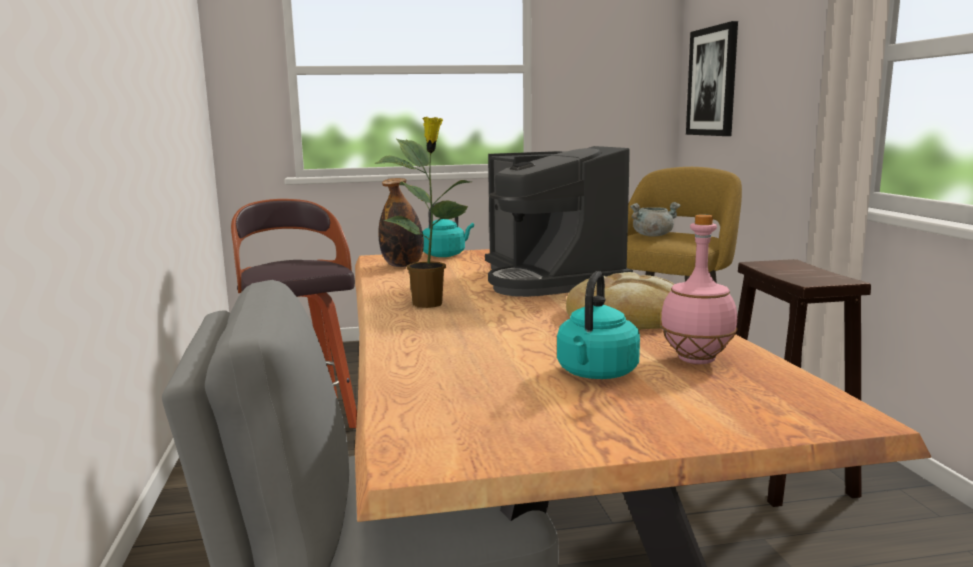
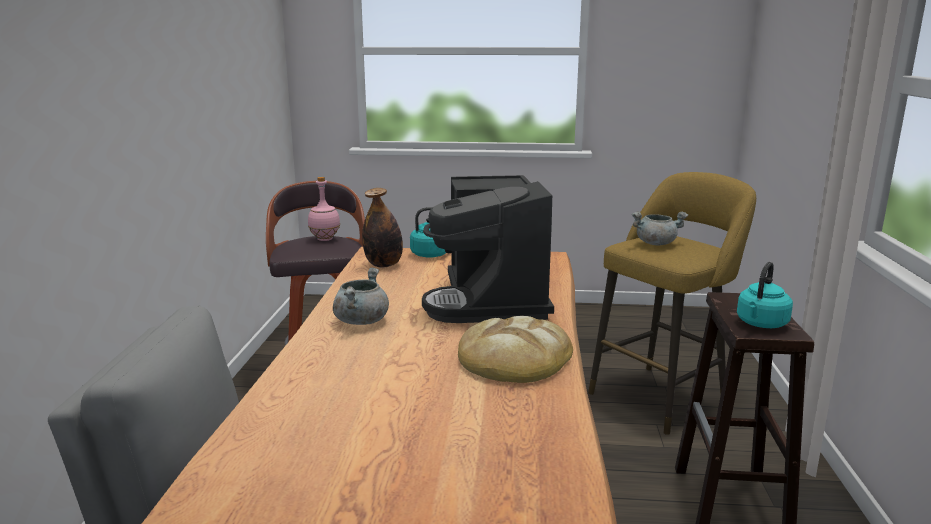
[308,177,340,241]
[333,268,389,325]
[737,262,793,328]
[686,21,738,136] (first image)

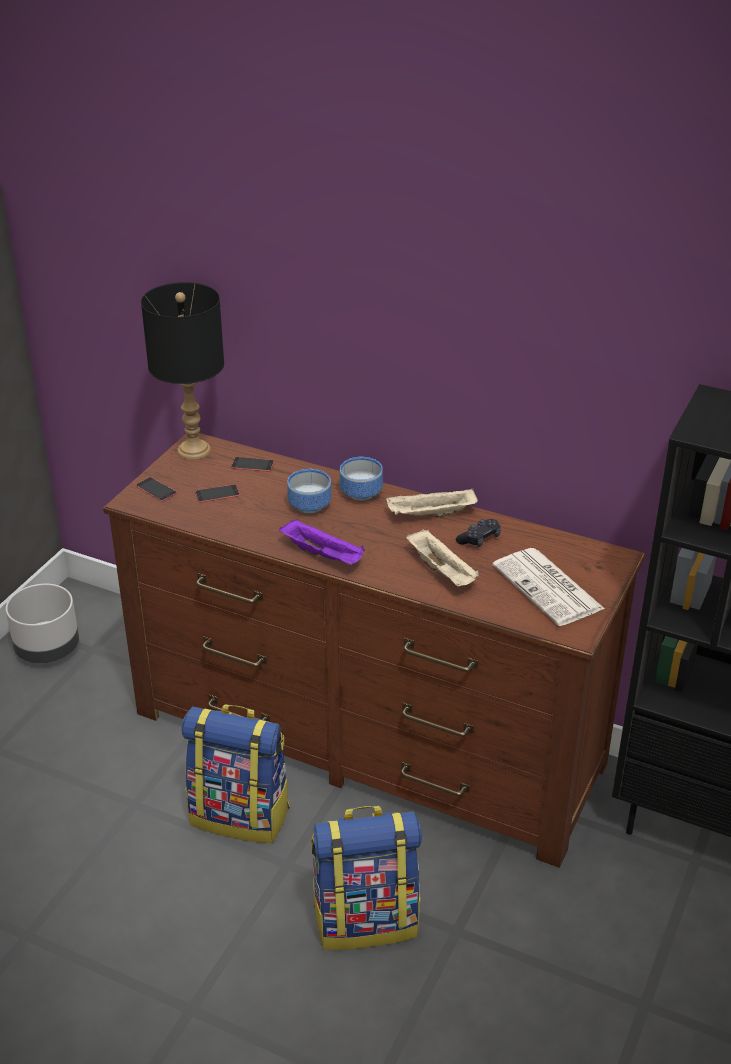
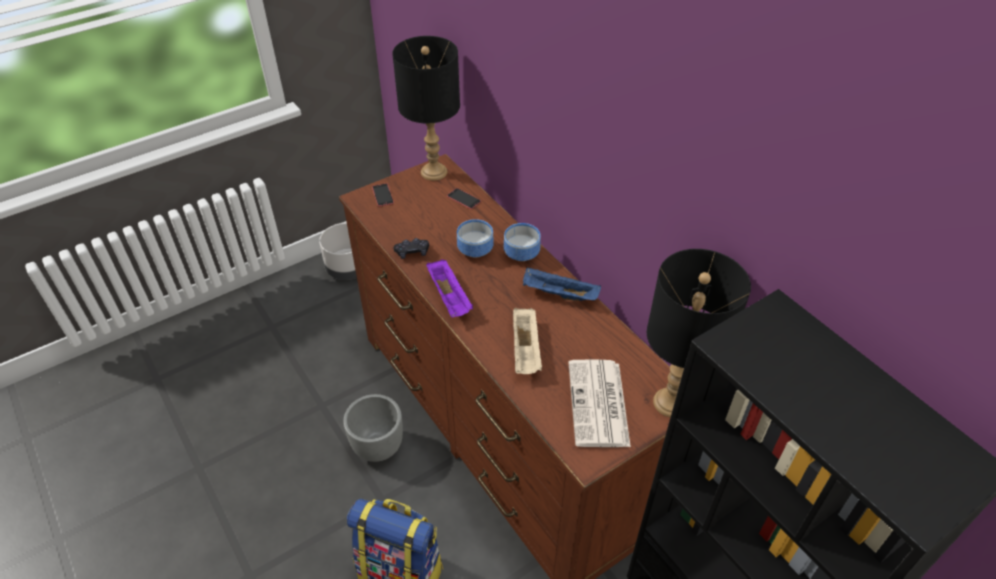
[343,394,403,462]
[394,238,429,259]
[523,267,601,301]
[647,249,751,417]
[195,484,240,503] (first image)

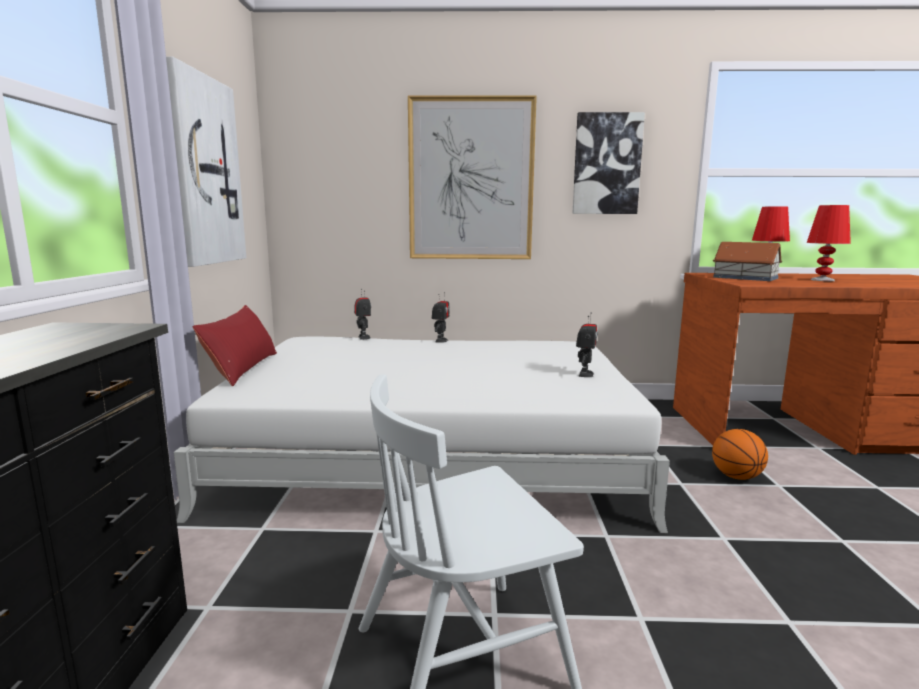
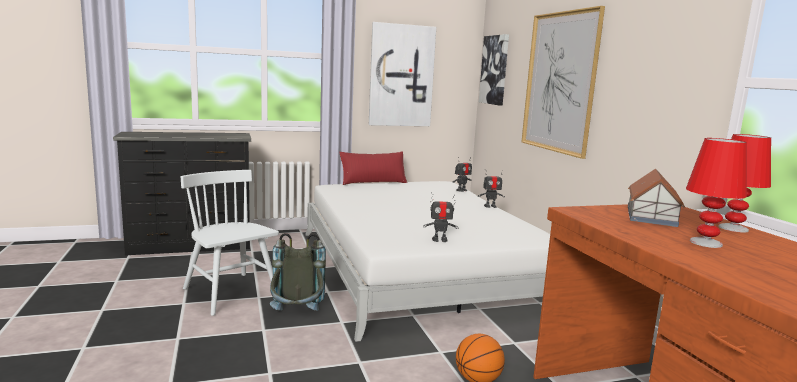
[270,233,326,311]
[479,34,509,106]

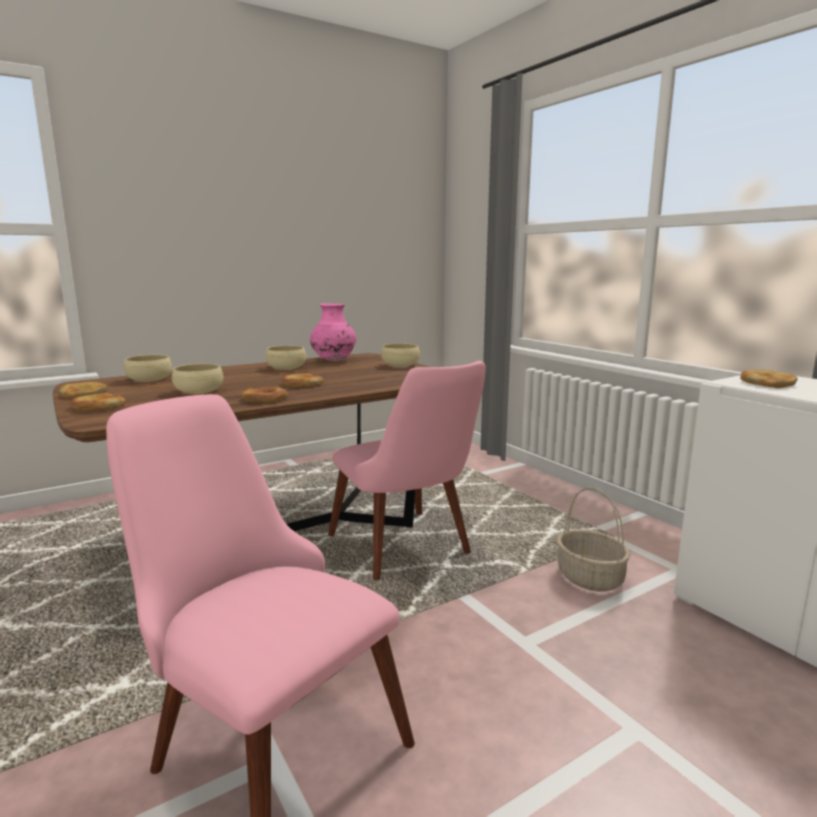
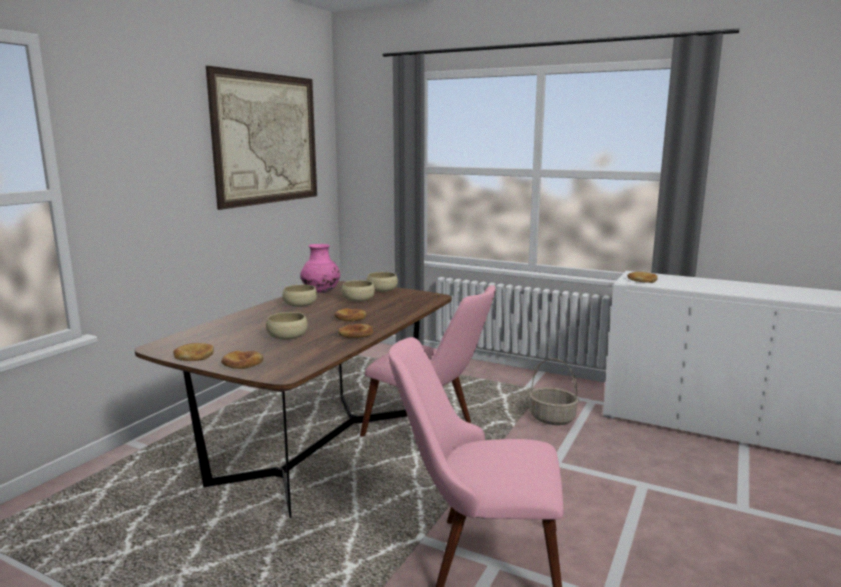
[206,66,317,210]
[342,280,375,302]

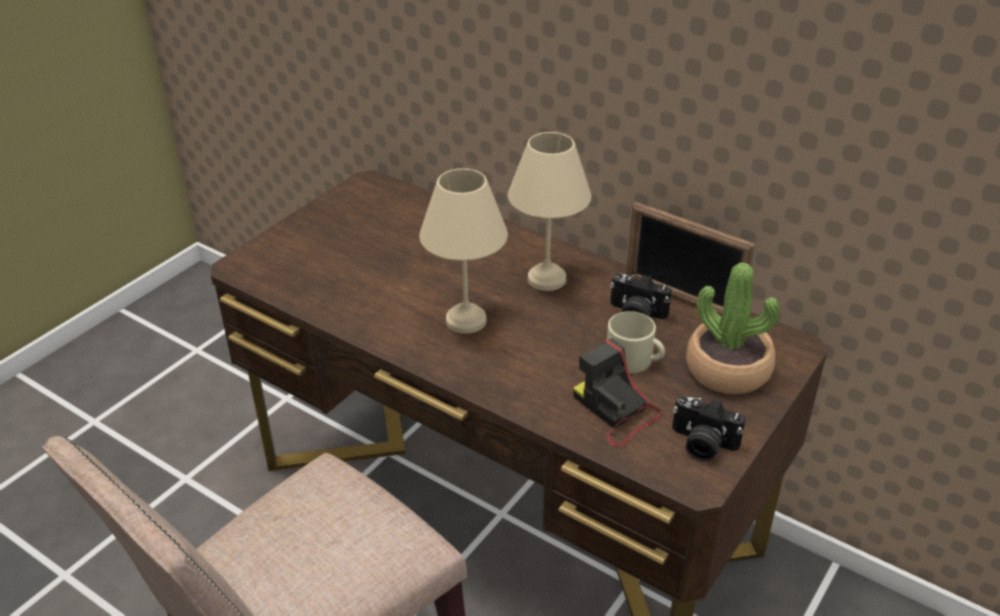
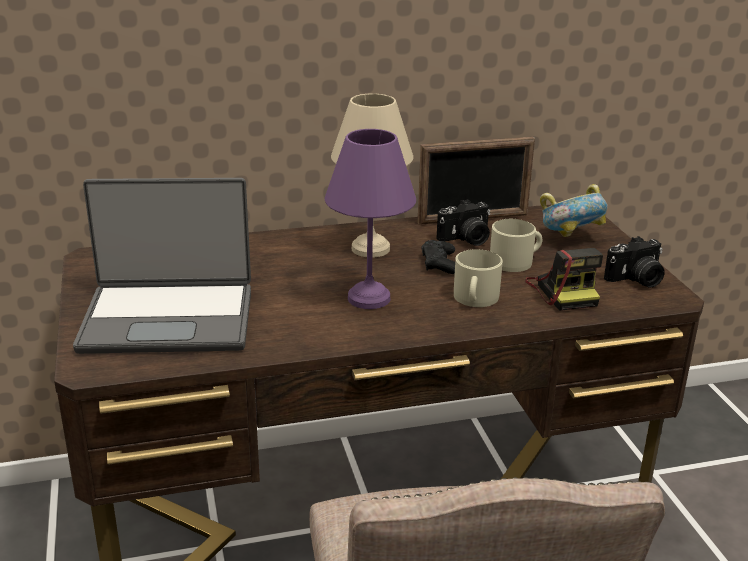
[73,178,251,354]
[325,129,416,309]
[421,240,455,274]
[454,249,503,307]
[525,248,603,311]
[540,184,608,237]

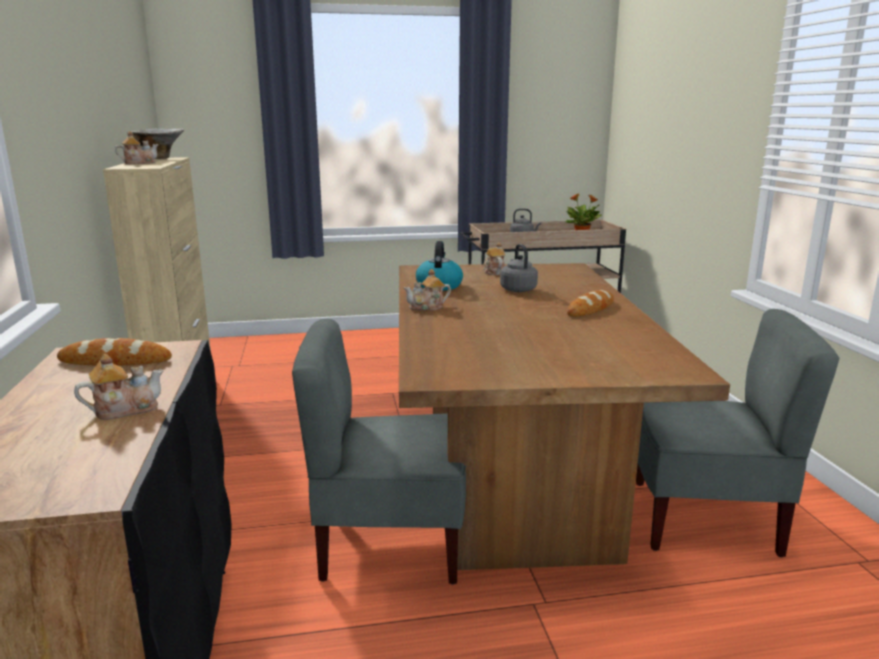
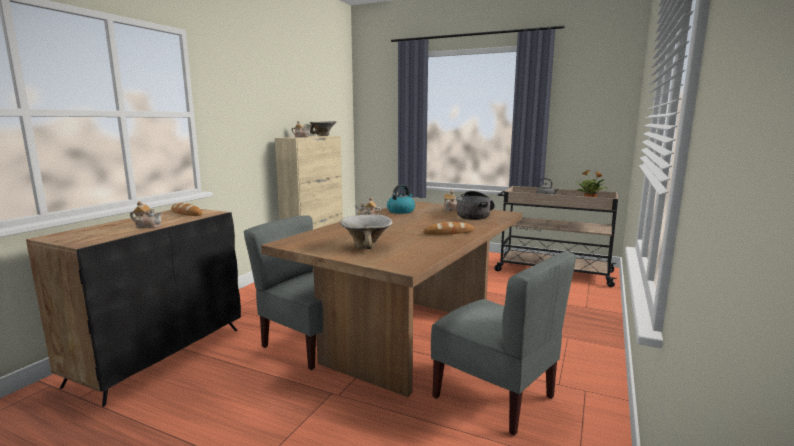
[340,214,392,249]
[456,191,495,220]
[500,244,538,292] (first image)

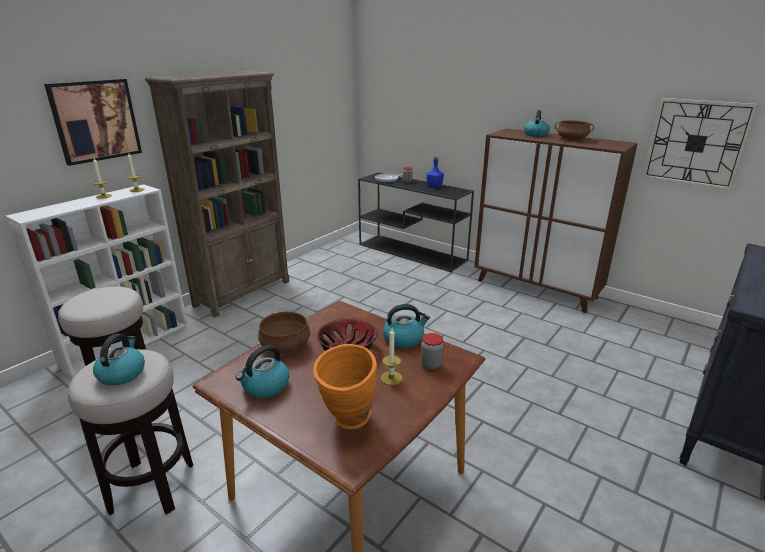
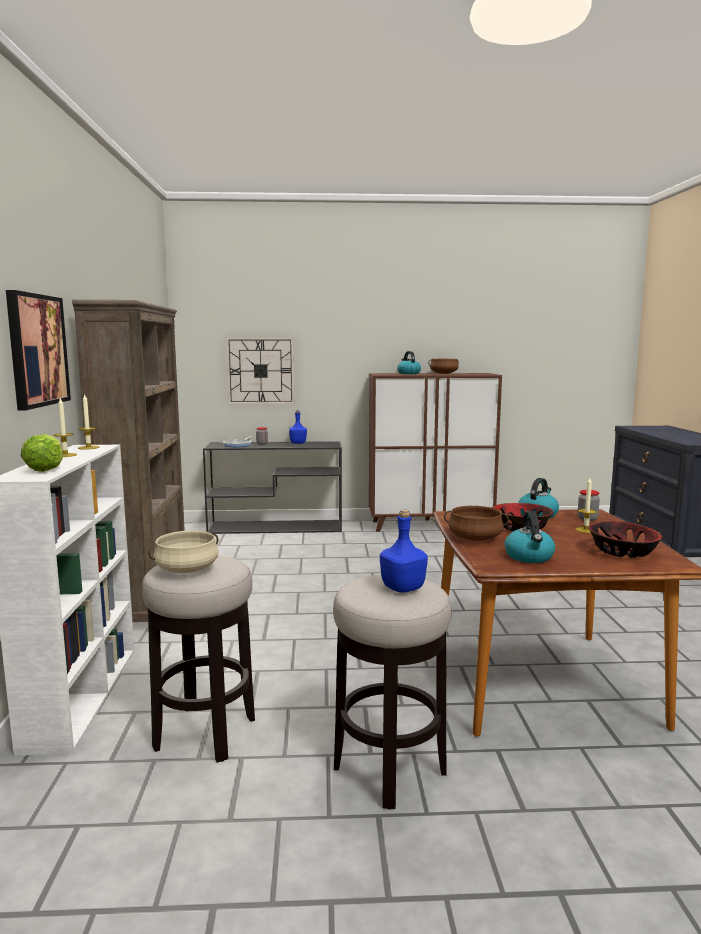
[21,434,63,472]
[148,530,218,573]
[226,337,295,405]
[380,510,428,592]
[588,521,663,558]

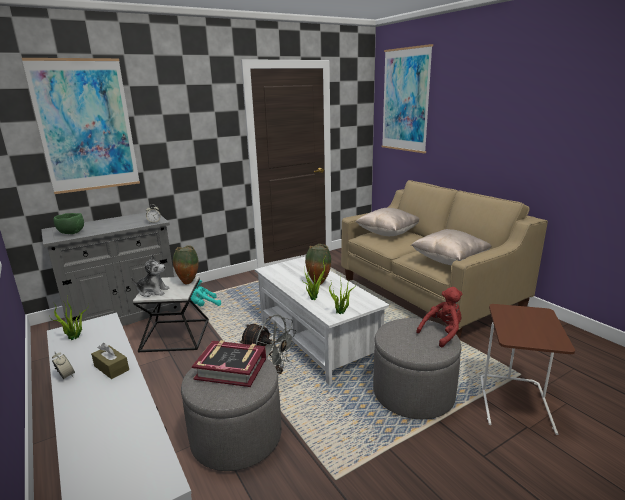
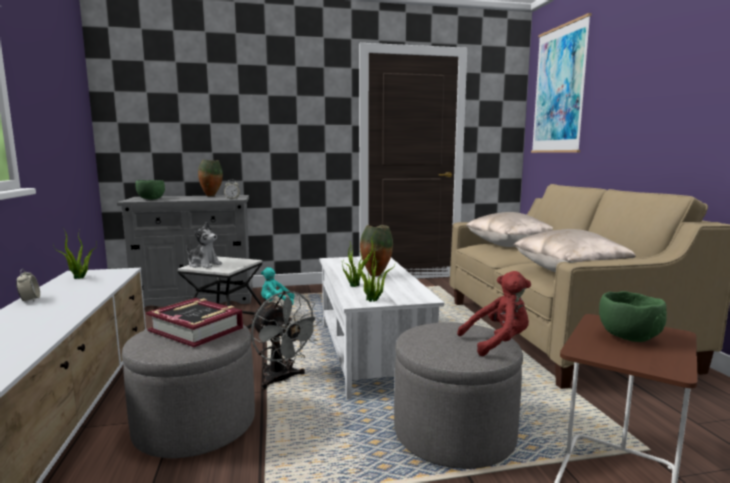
[198,160,223,196]
[599,291,667,342]
[22,58,140,194] (first image)
[91,343,129,379] (first image)

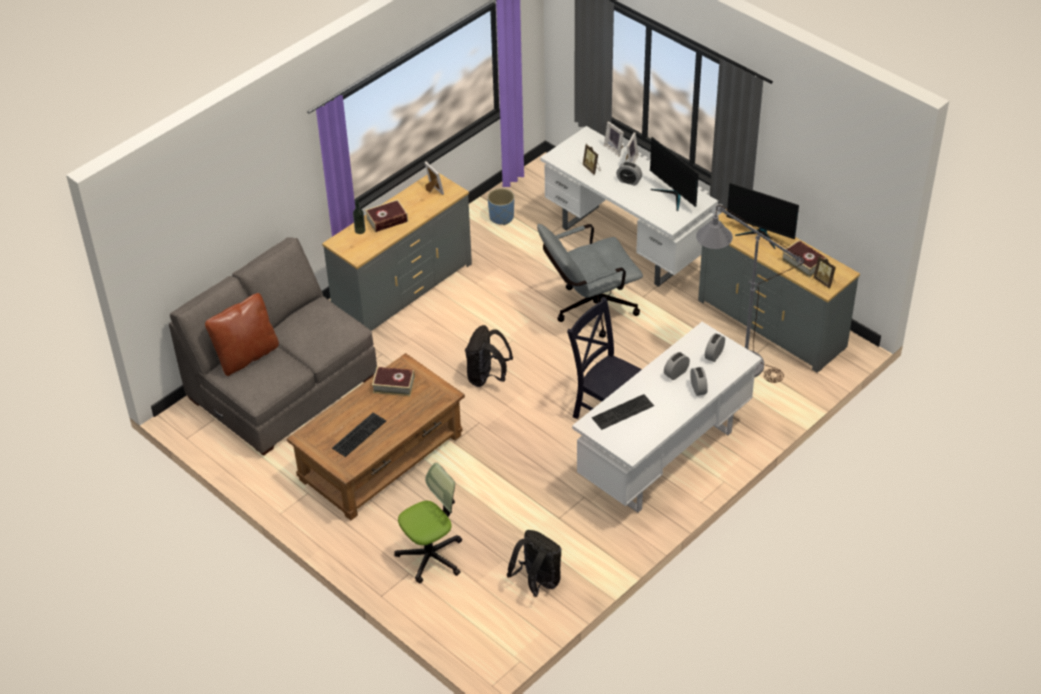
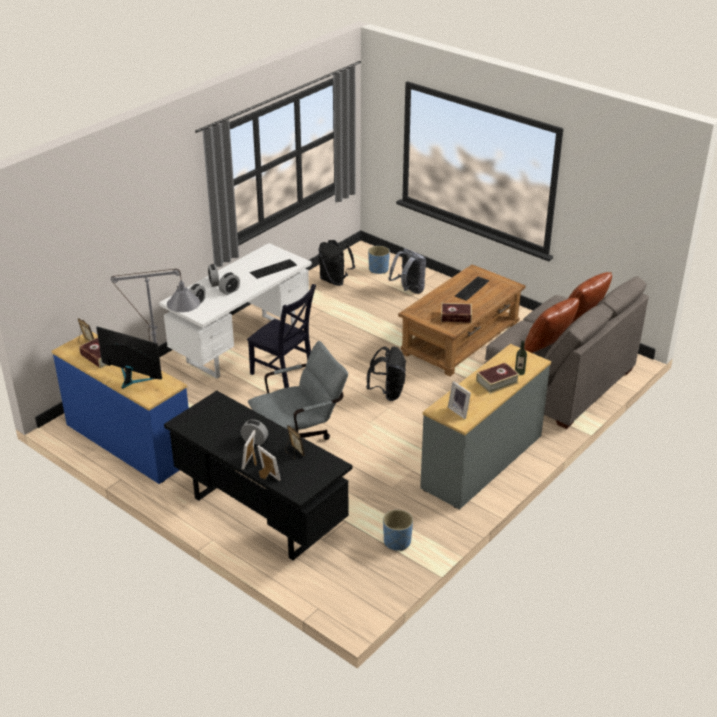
[52,332,189,484]
[164,391,352,561]
[368,246,390,274]
[388,248,426,294]
[524,298,579,353]
[650,137,699,211] (first image)

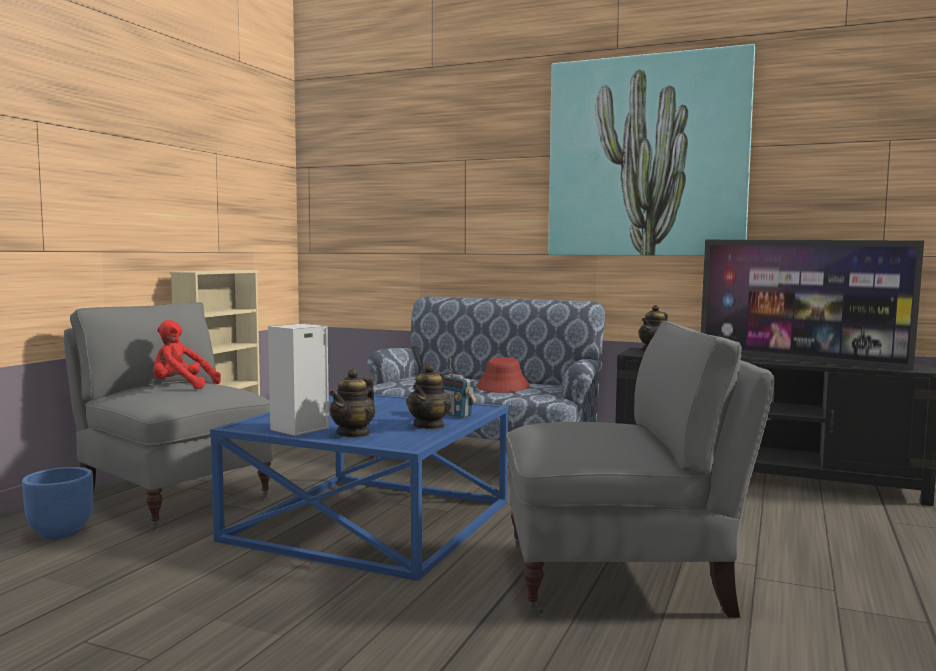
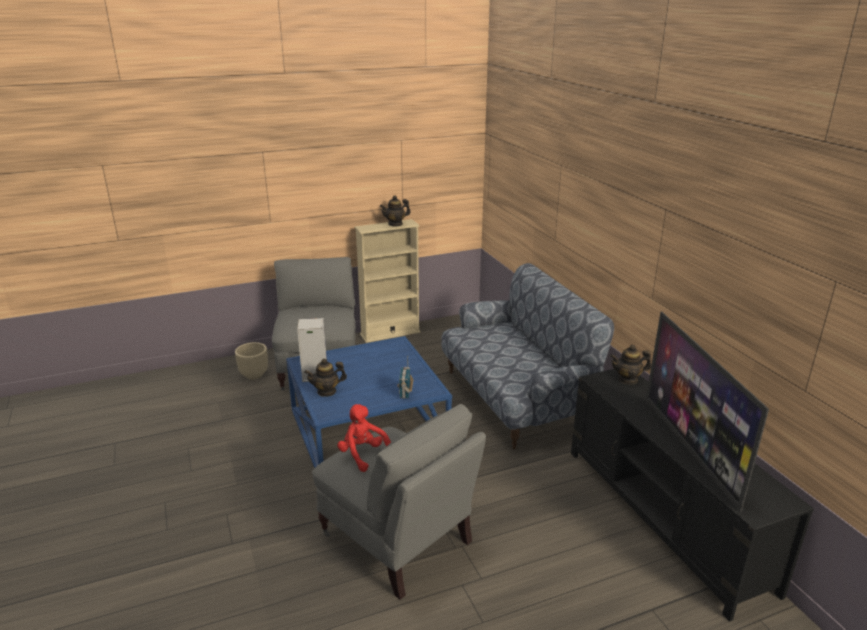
[235,342,268,380]
[337,404,391,472]
[380,195,411,226]
[476,357,530,393] (first image)
[548,44,755,256] (first image)

